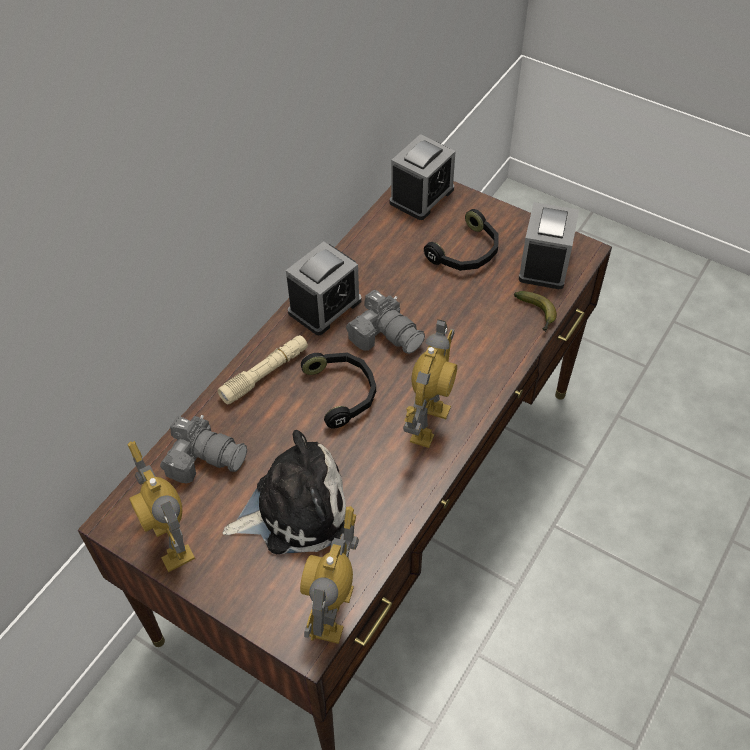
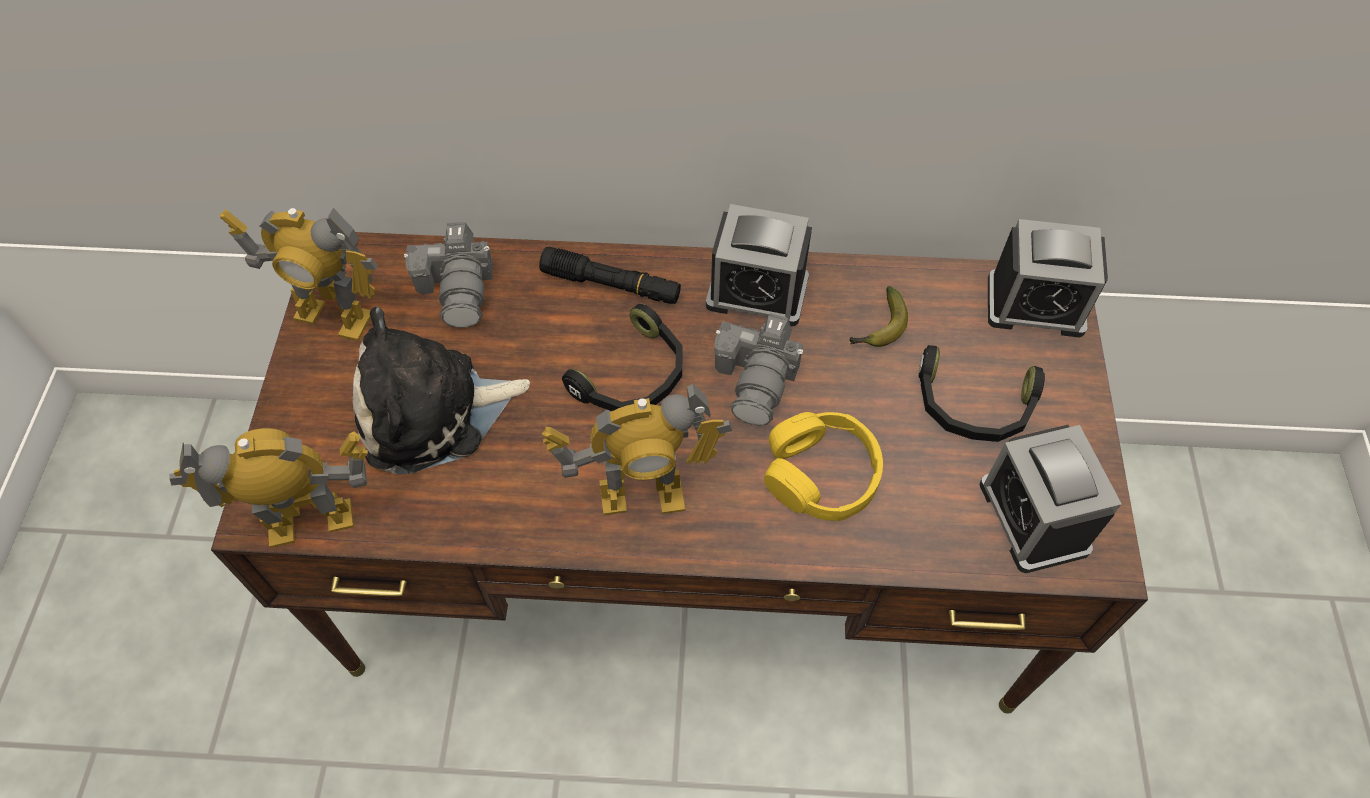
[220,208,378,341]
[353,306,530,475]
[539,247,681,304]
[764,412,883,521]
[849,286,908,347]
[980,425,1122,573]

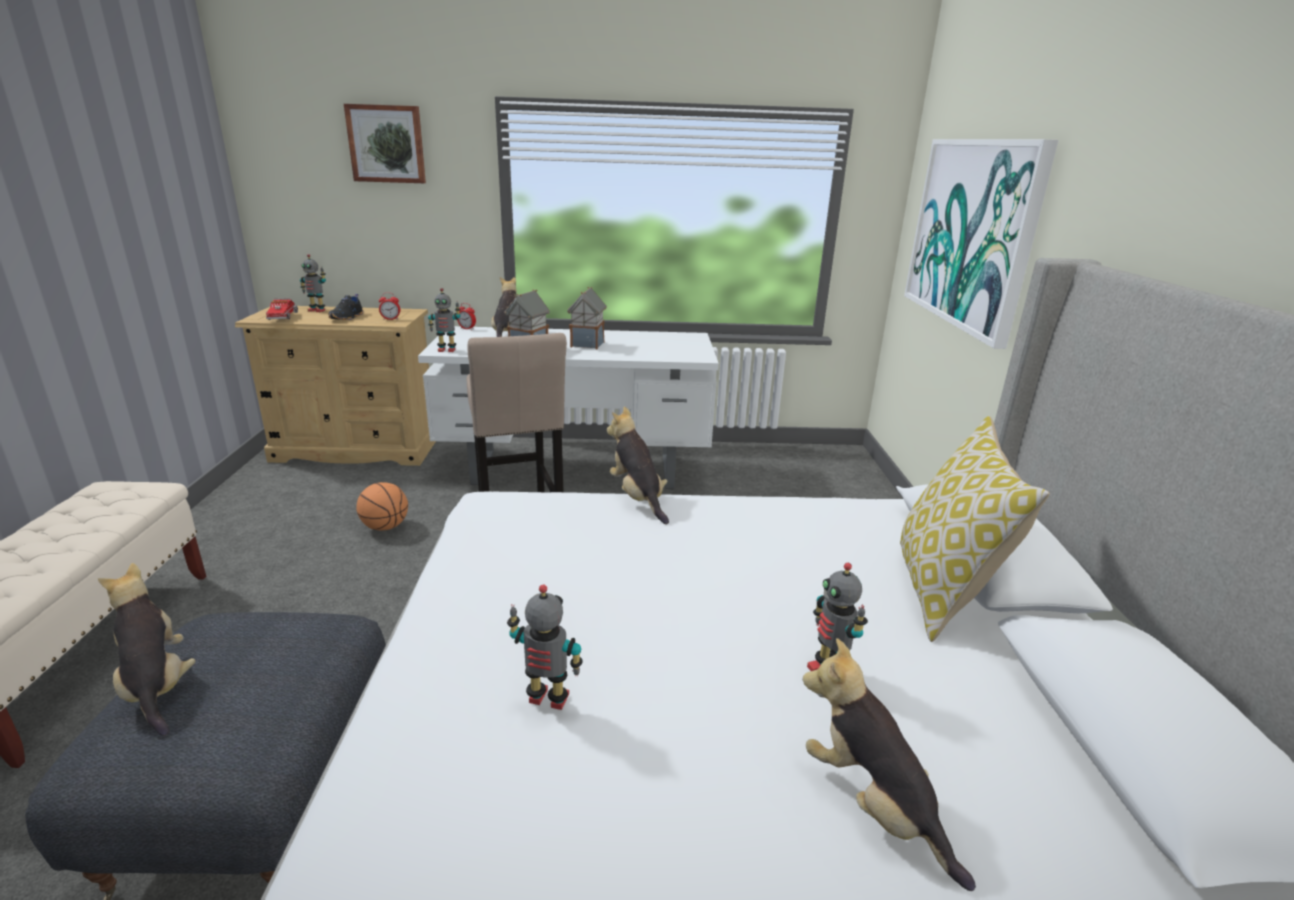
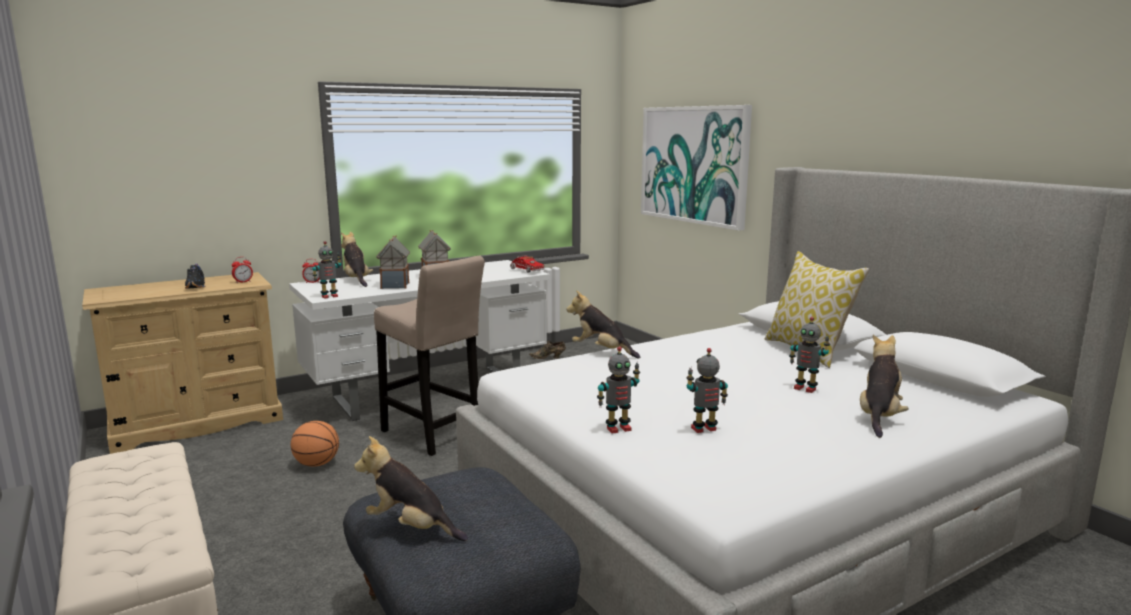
[510,255,544,272]
[530,341,566,359]
[597,346,640,434]
[860,335,909,438]
[344,104,426,183] (first image)

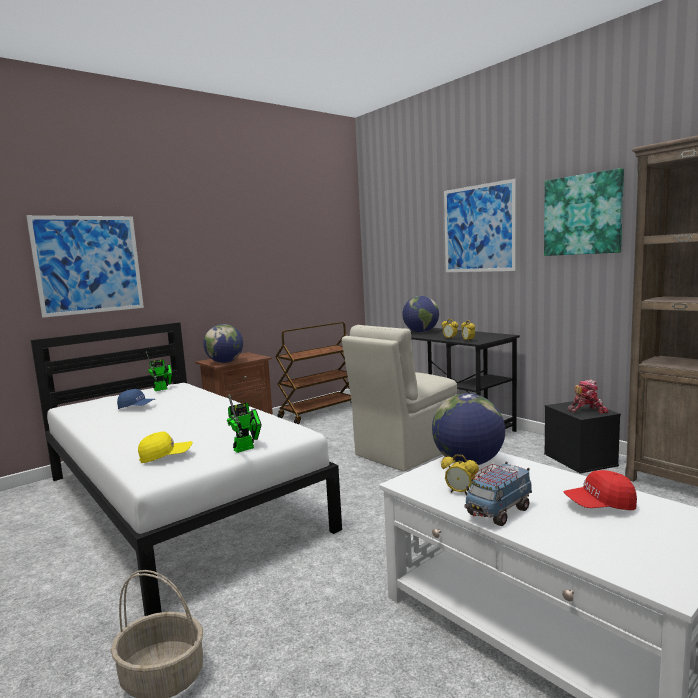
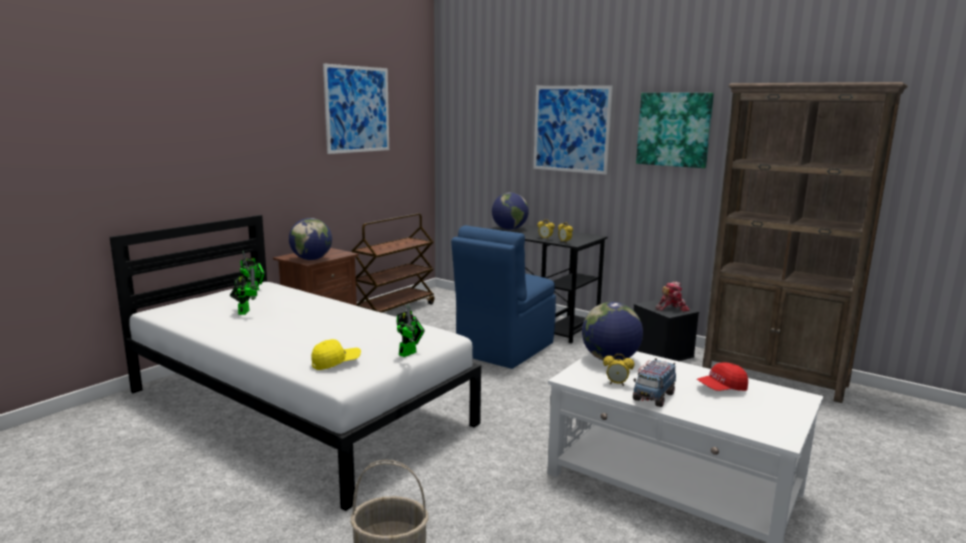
[230,267,258,315]
[323,63,389,154]
[451,225,556,369]

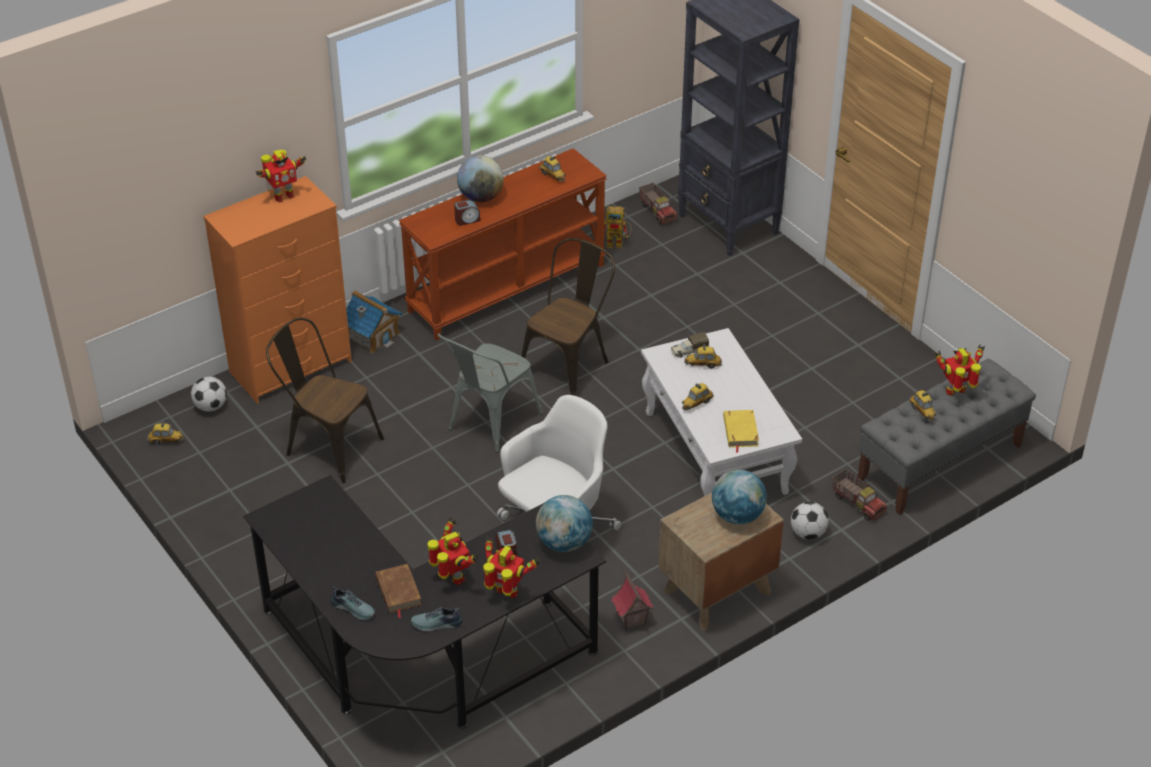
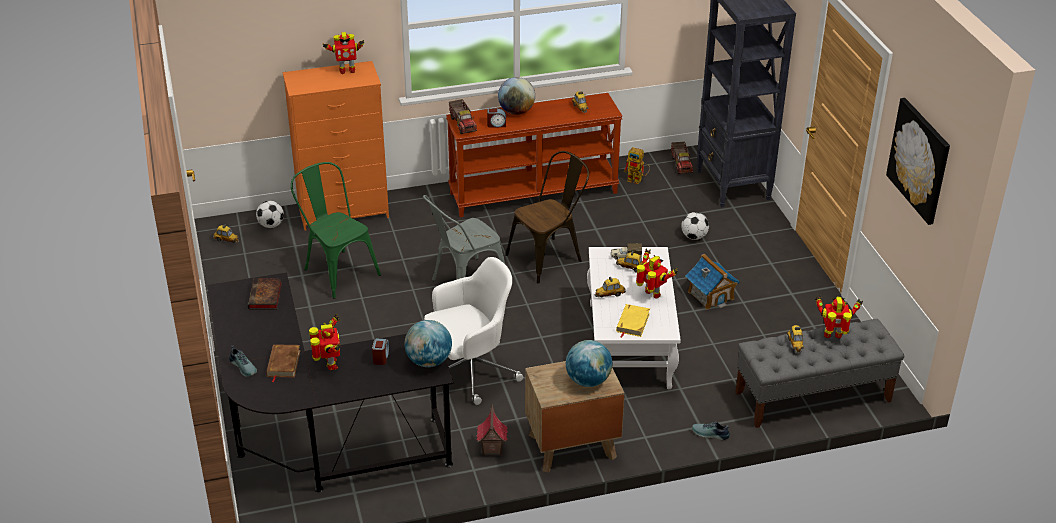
[248,278,282,309]
[291,162,381,299]
[449,99,477,134]
[636,249,678,298]
[681,212,709,240]
[685,254,740,310]
[692,421,730,440]
[886,98,950,225]

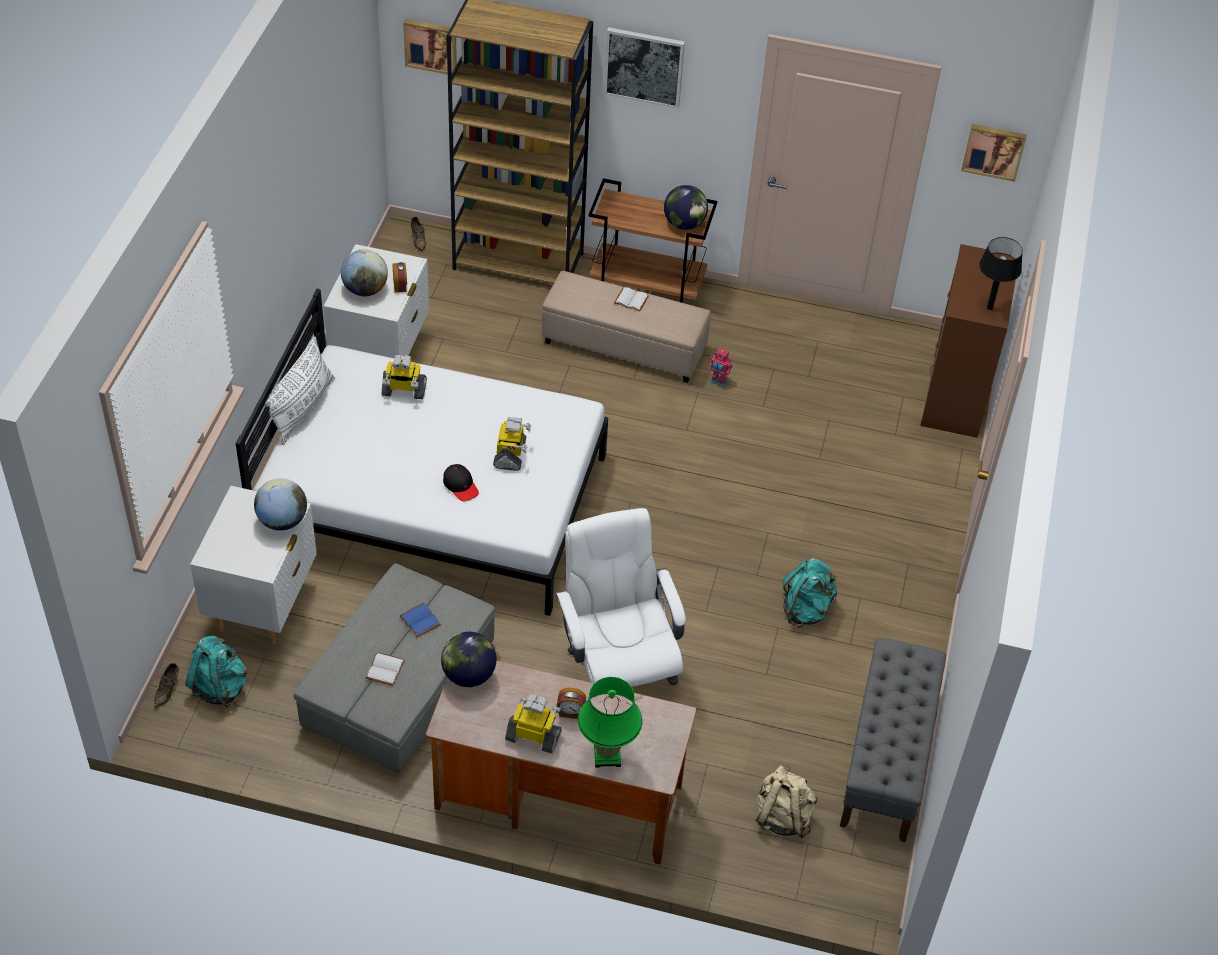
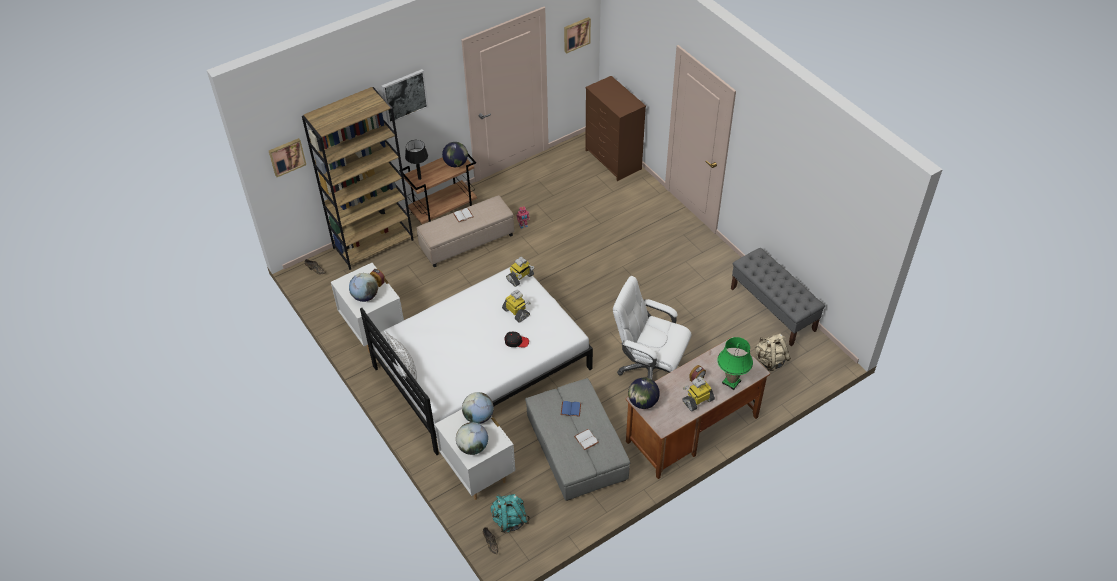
[405,140,428,180]
[456,422,488,455]
[506,256,534,287]
[782,558,837,628] (first image)

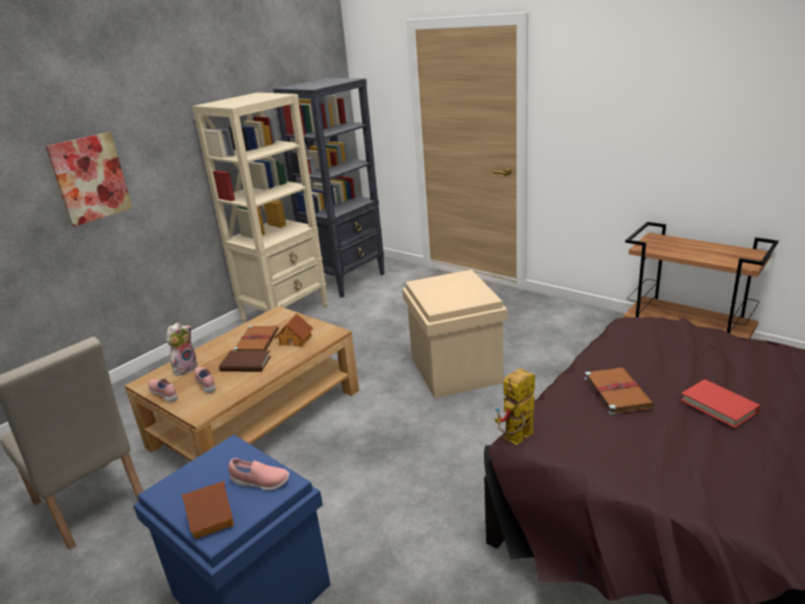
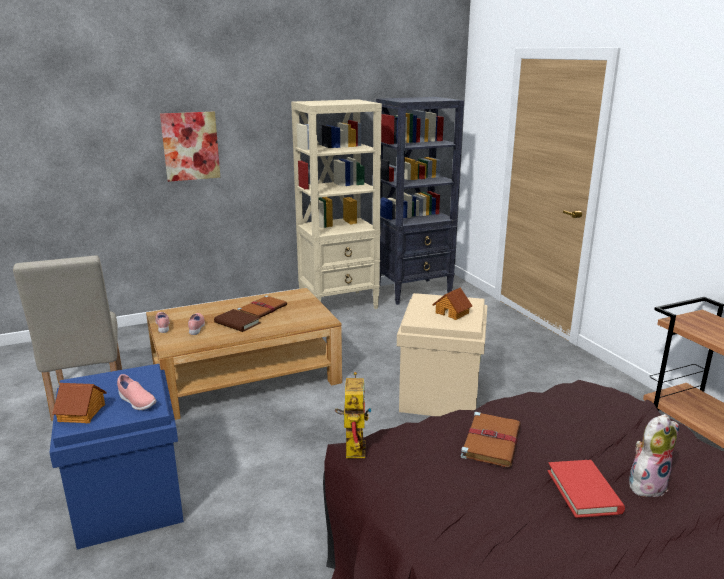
[335,372,371,458]
[432,287,472,320]
[629,414,679,497]

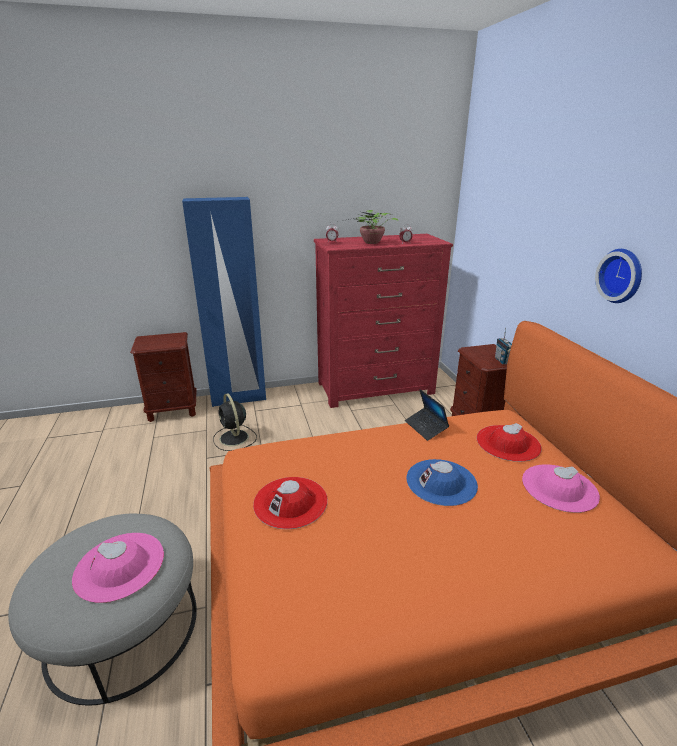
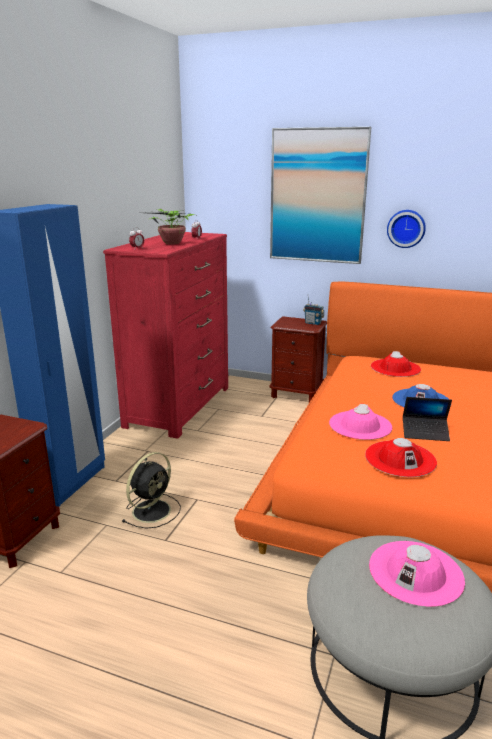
[122,452,181,529]
[270,127,371,264]
[329,404,392,440]
[403,397,452,441]

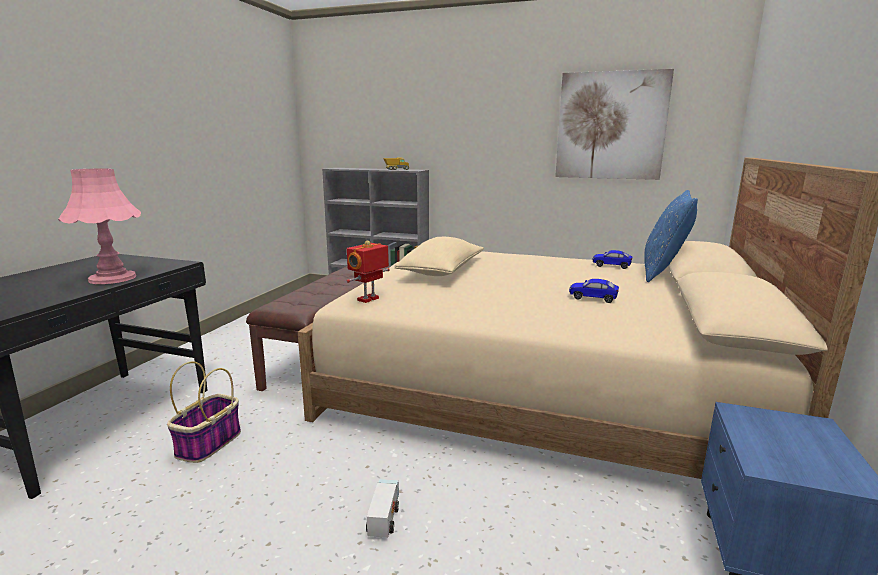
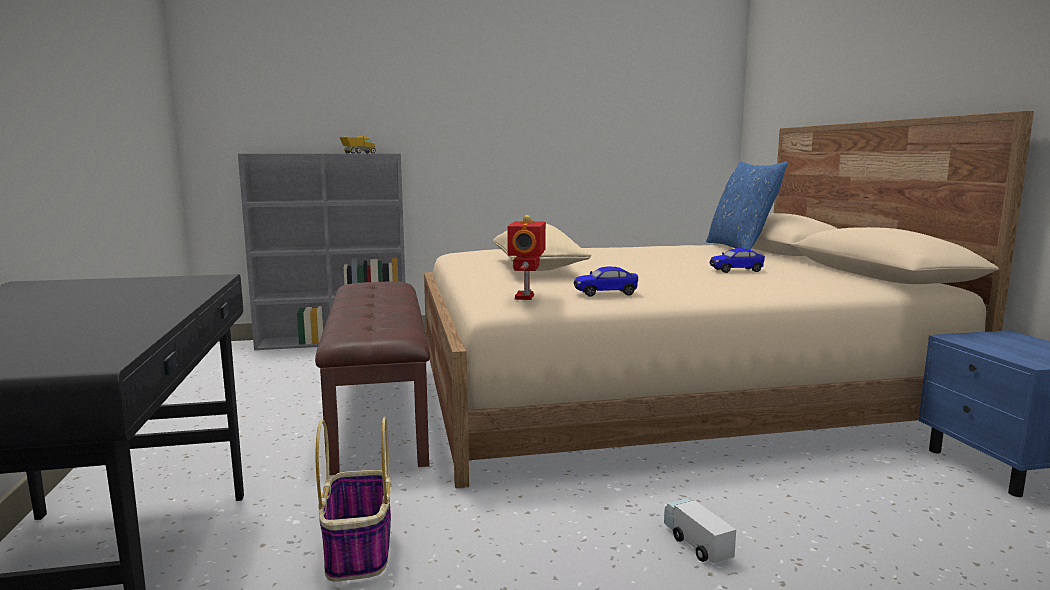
[574,267,638,297]
[58,169,141,284] (first image)
[555,69,674,180] (first image)

